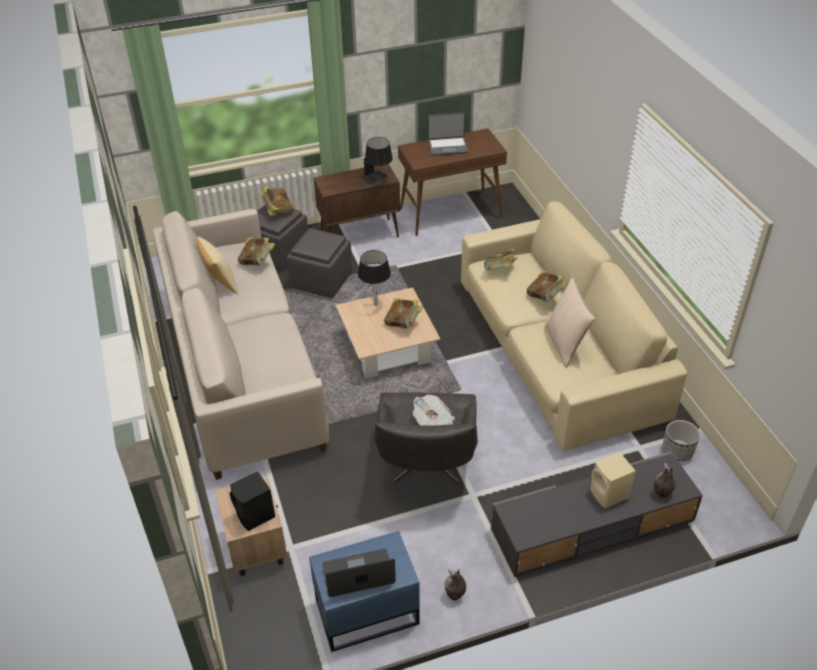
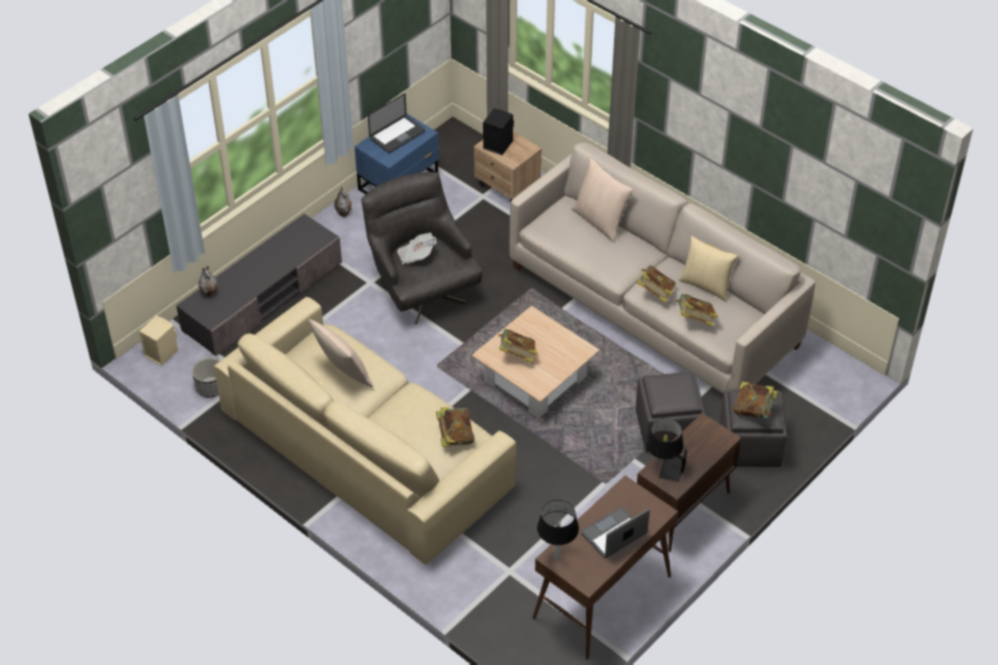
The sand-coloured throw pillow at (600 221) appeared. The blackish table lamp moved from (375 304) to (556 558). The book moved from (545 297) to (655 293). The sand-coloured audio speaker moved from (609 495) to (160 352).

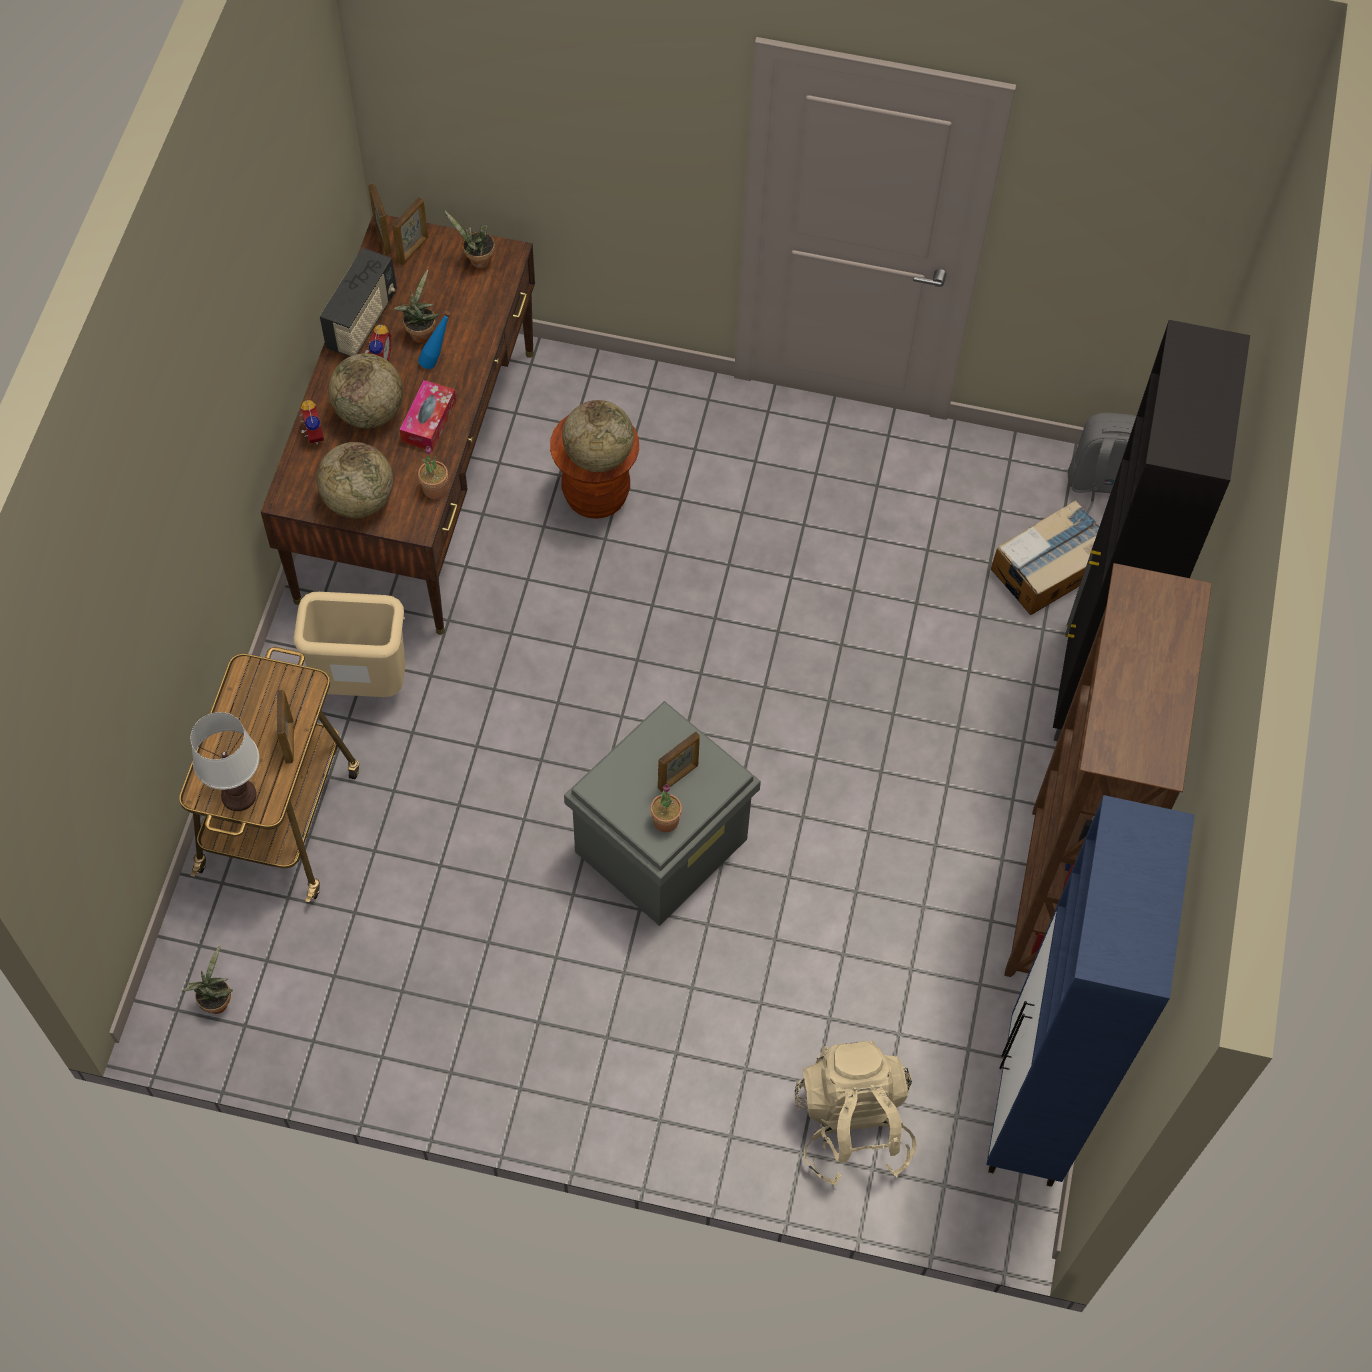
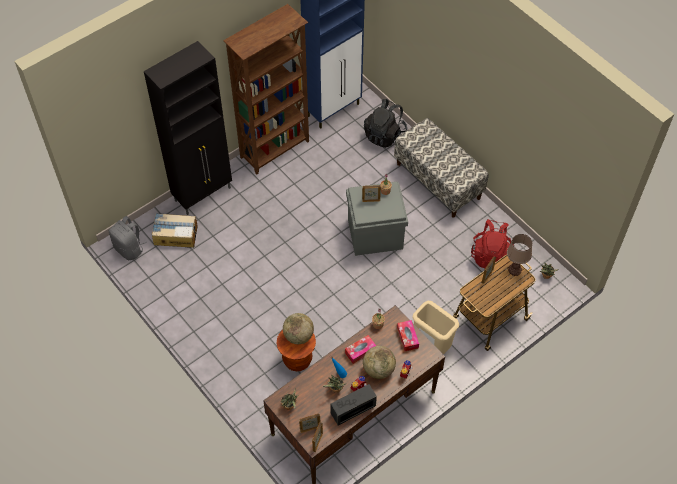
The long seat at (438 181) appeared. The red-coloured backpack at (491 255) appeared. The world globe at (359 500) was replaced by the tissue holder at (407 337). The white table lamp at (238 795) became the brown-coloured table lamp at (514 270). The sand-coloured backpack at (852 1125) became the blackish backpack at (384 134).

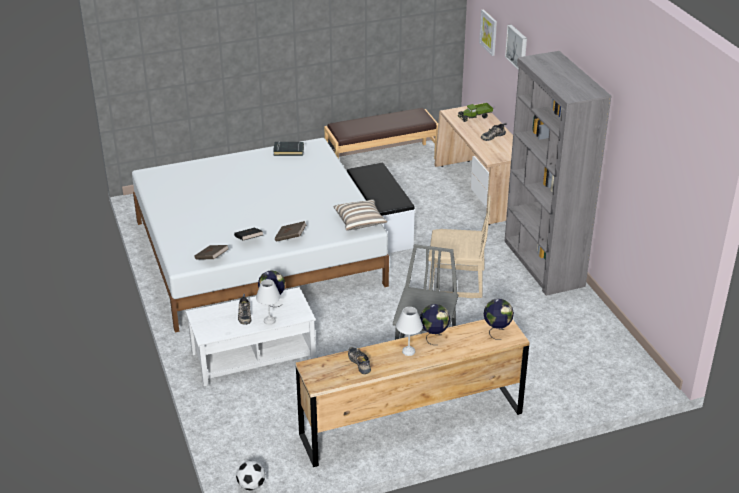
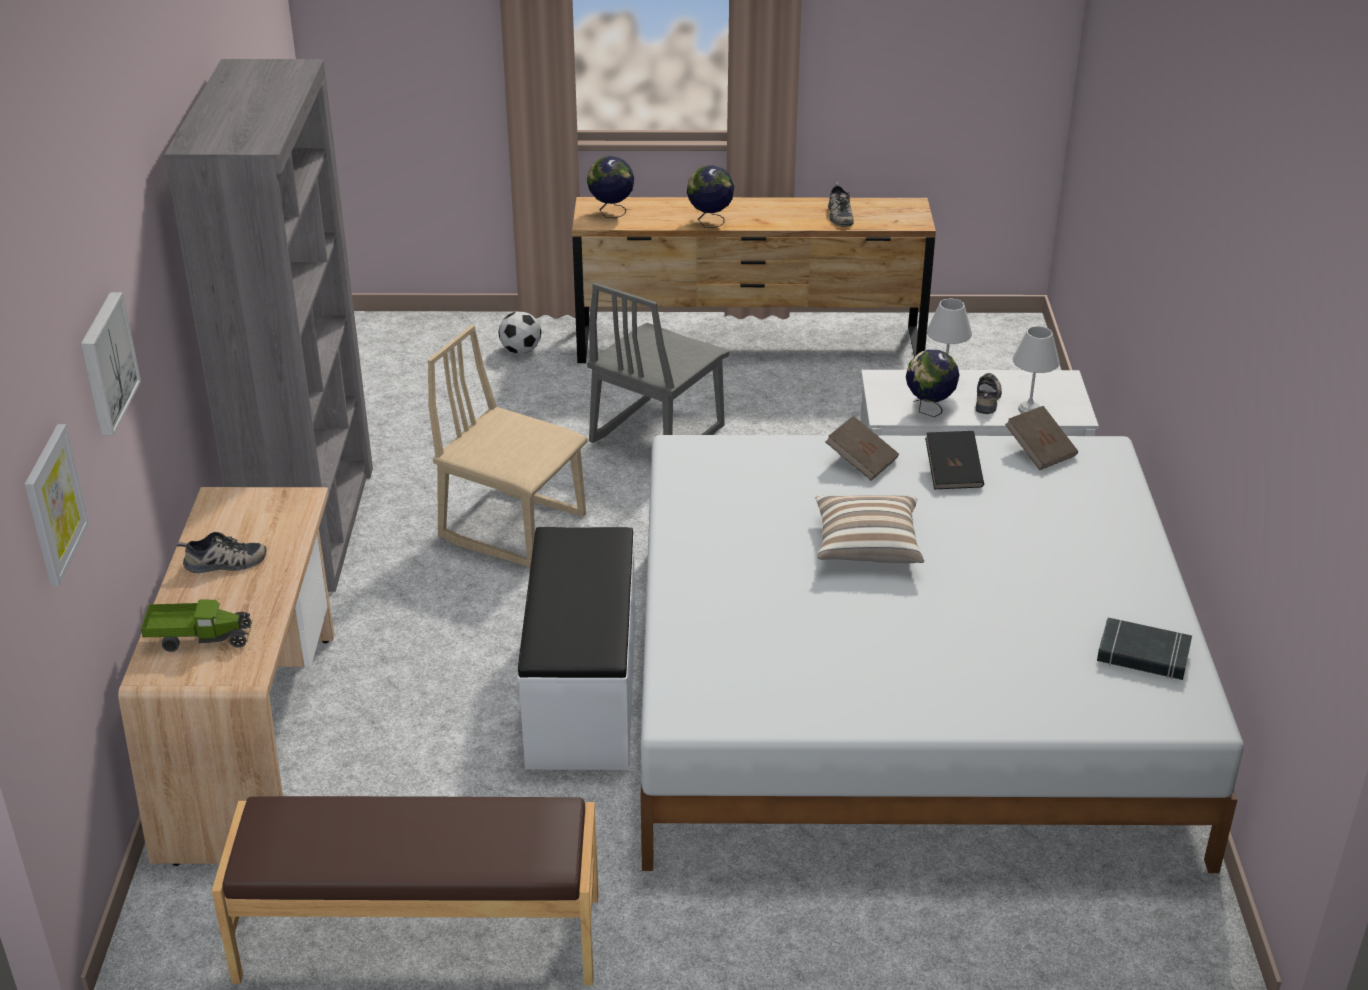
The ball for football moved from (251 485) to (521 350). The blackish book moved from (288 151) to (1143 655). The throw pillow moved from (360 222) to (867 546). The white table lamp moved from (408 352) to (1030 409).

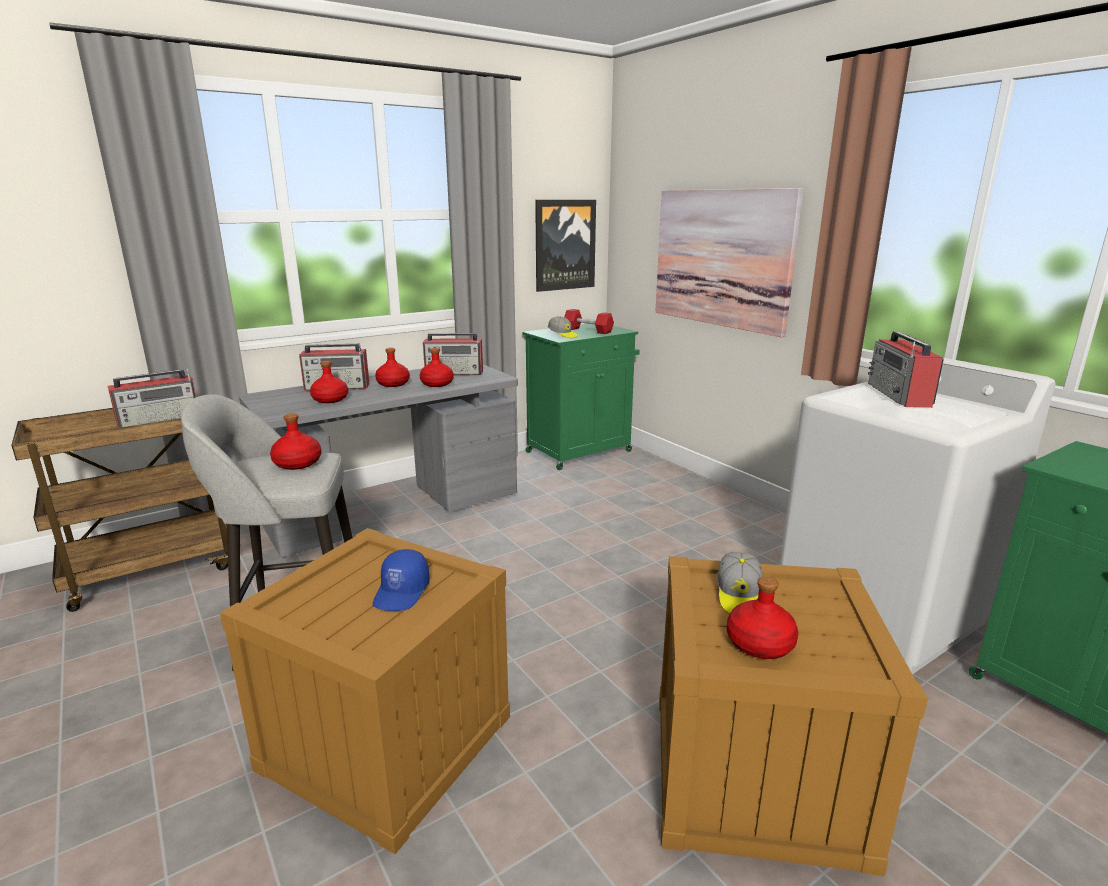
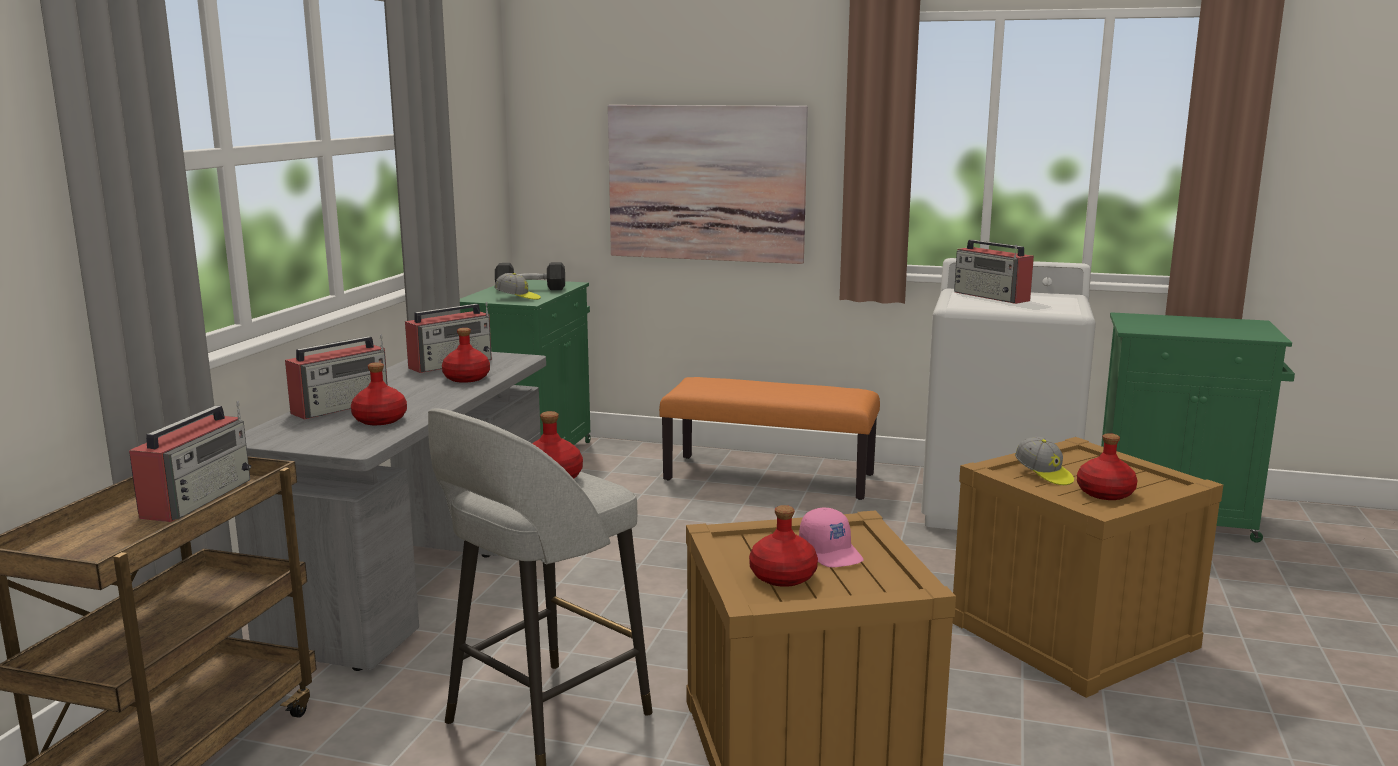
The wall art at (564 245) disappeared. The orange long seat at (770 477) appeared. The red-coloured drink bottle moved from (393 384) to (782 576). The blue-coloured baseball cap at (402 593) became the pink baseball cap at (831 553). The red-coloured hand weight at (588 330) became the greyish hand weight at (530 289).

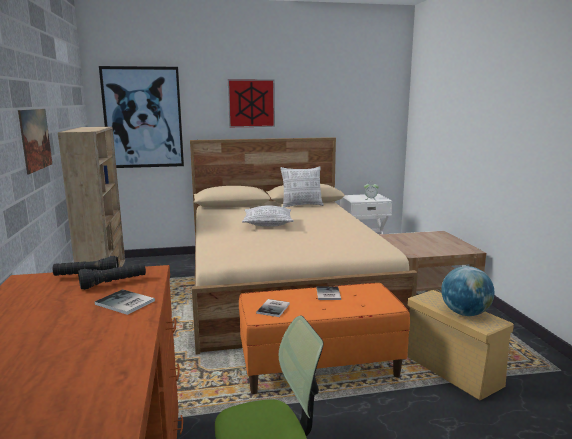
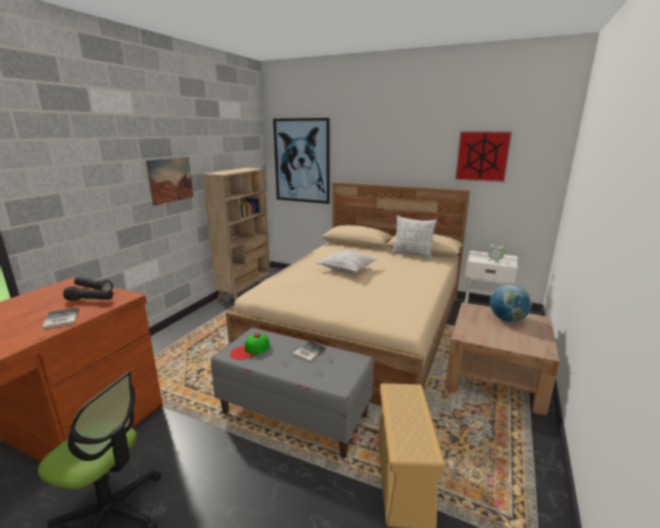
The wall art moved from (251 103) to (482 156). The world globe moved from (465 313) to (507 320). The book at (274 308) was replaced by the baseball cap at (250 350). The orange long seat at (319 367) became the greyish long seat at (294 413).

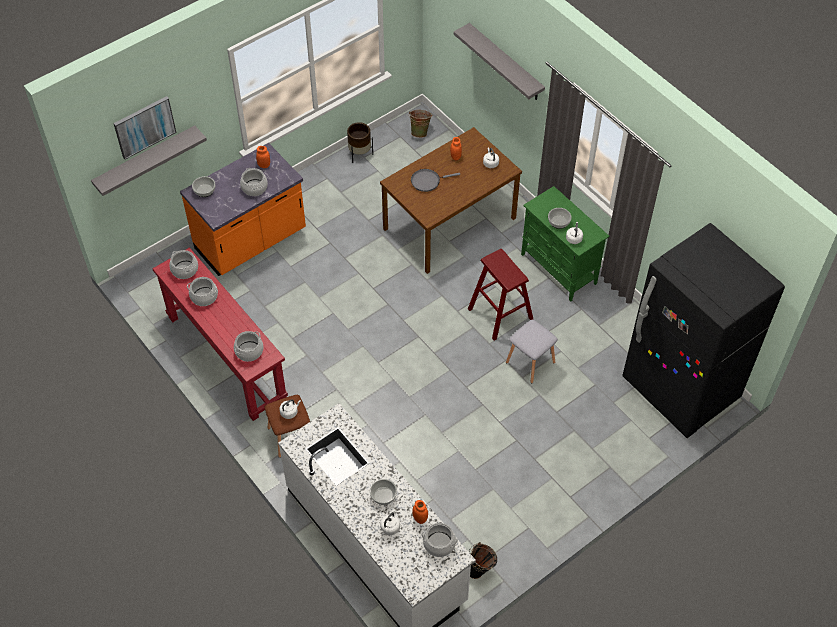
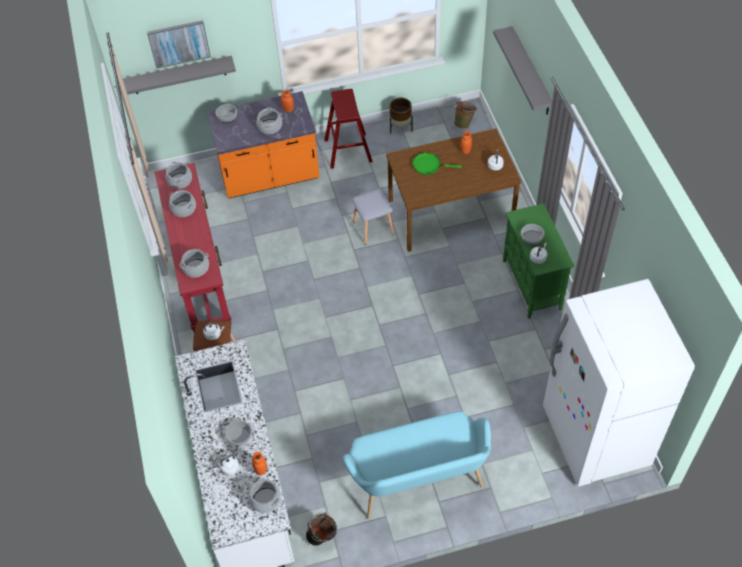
The turquoise long seat at (418 483) appeared. The red-coloured sitting stool moved from (500 314) to (348 150). The greyish sitting stool moved from (529 362) to (372 228). The greyish frying pan at (427 181) became the green-coloured frying pan at (428 165). The blackish refrigerator at (680 389) became the white refrigerator at (595 437).

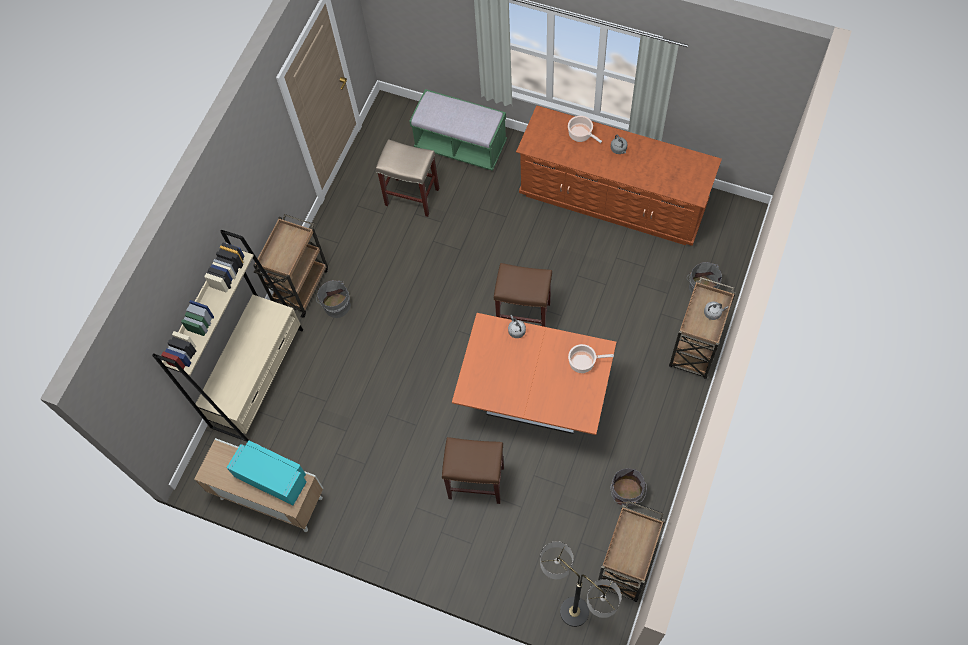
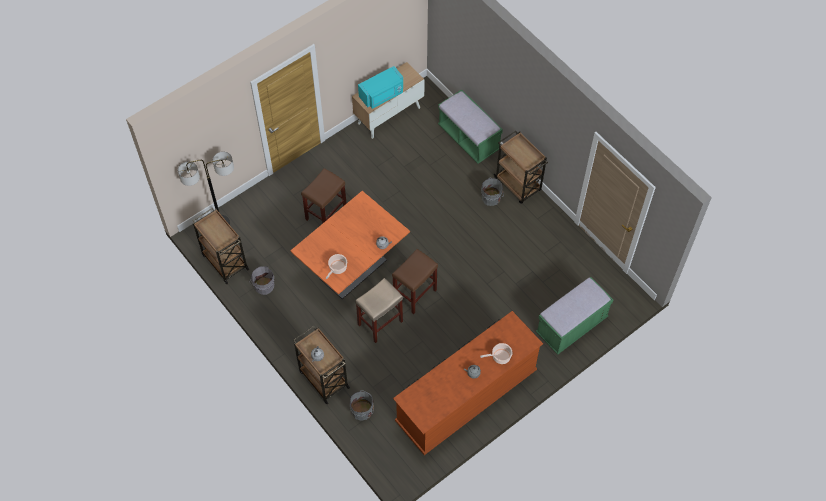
The sand-coloured sitting stool moved from (413 196) to (380 323). The sand-coloured bookshelf at (258 377) was replaced by the green-coloured long seat at (468 138).

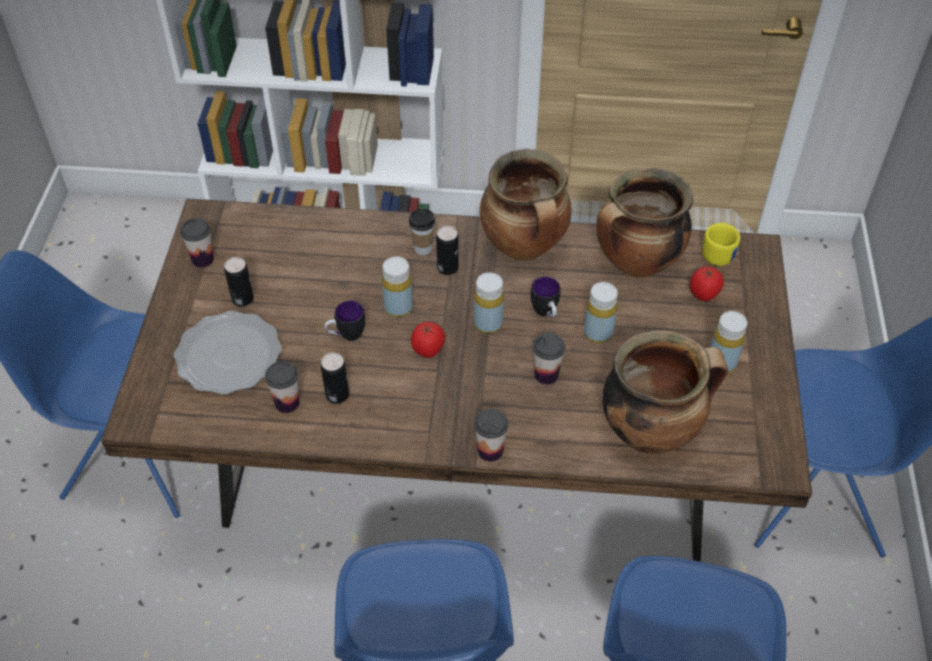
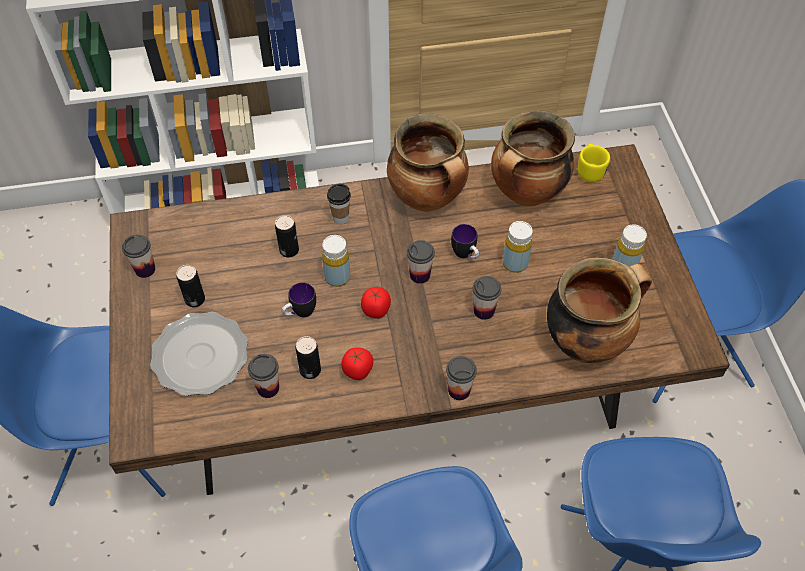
The can moved from (447 268) to (289 250). The fresh tomato moved from (704 294) to (358 371). The yellow-coloured drink bottle at (488 323) was replaced by the small cup at (420 275).

